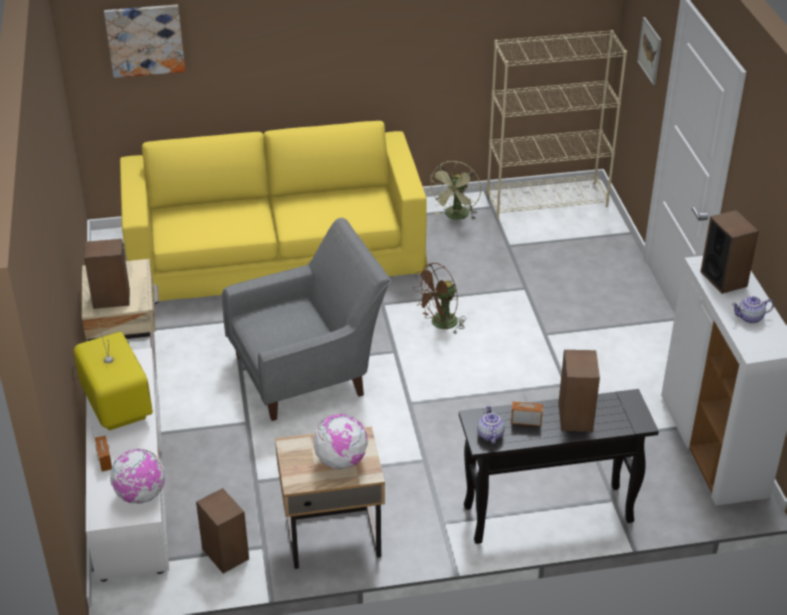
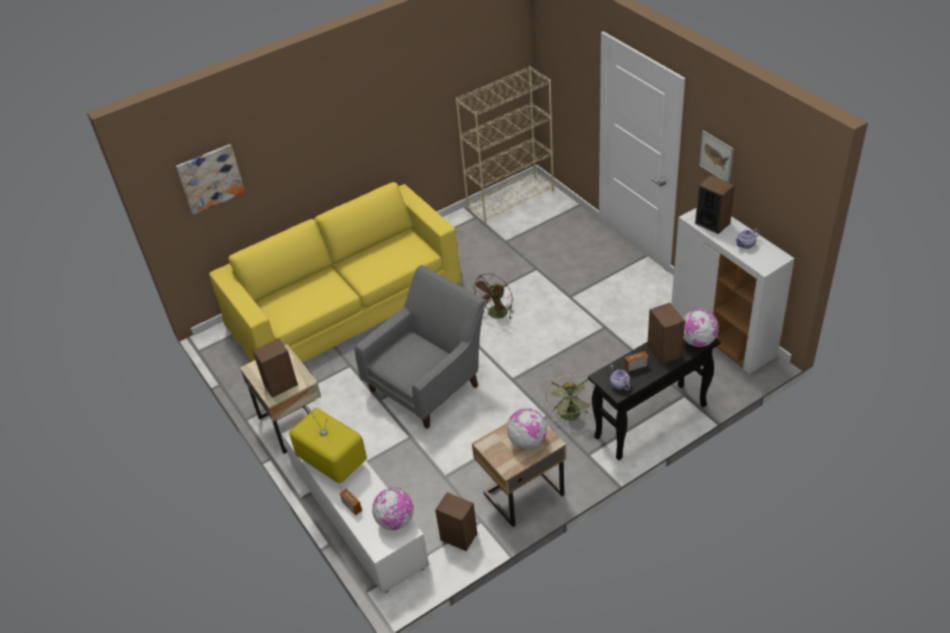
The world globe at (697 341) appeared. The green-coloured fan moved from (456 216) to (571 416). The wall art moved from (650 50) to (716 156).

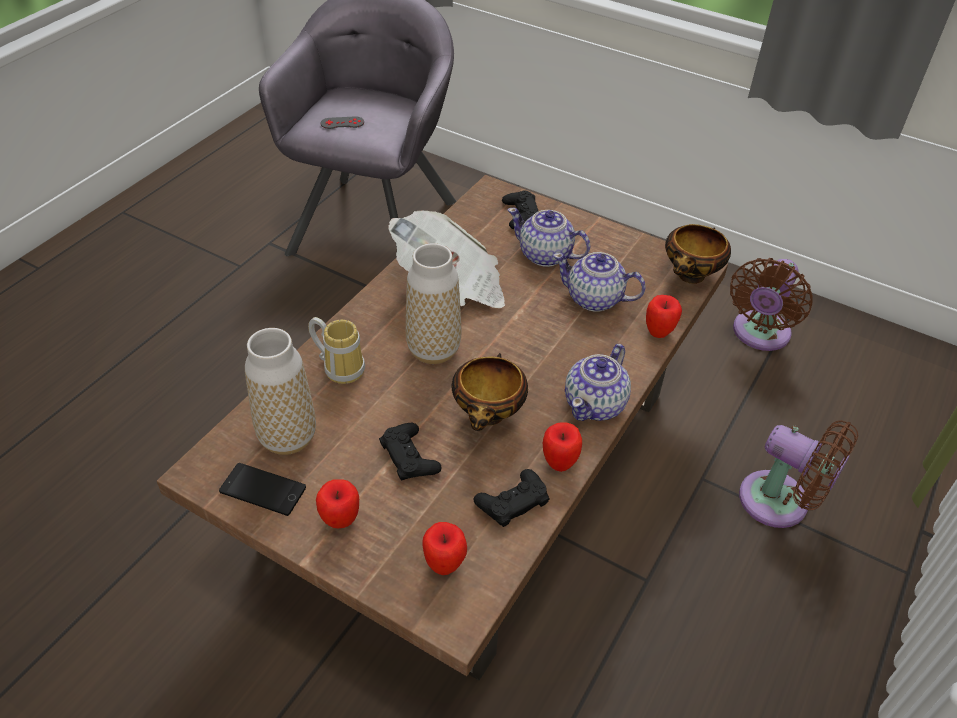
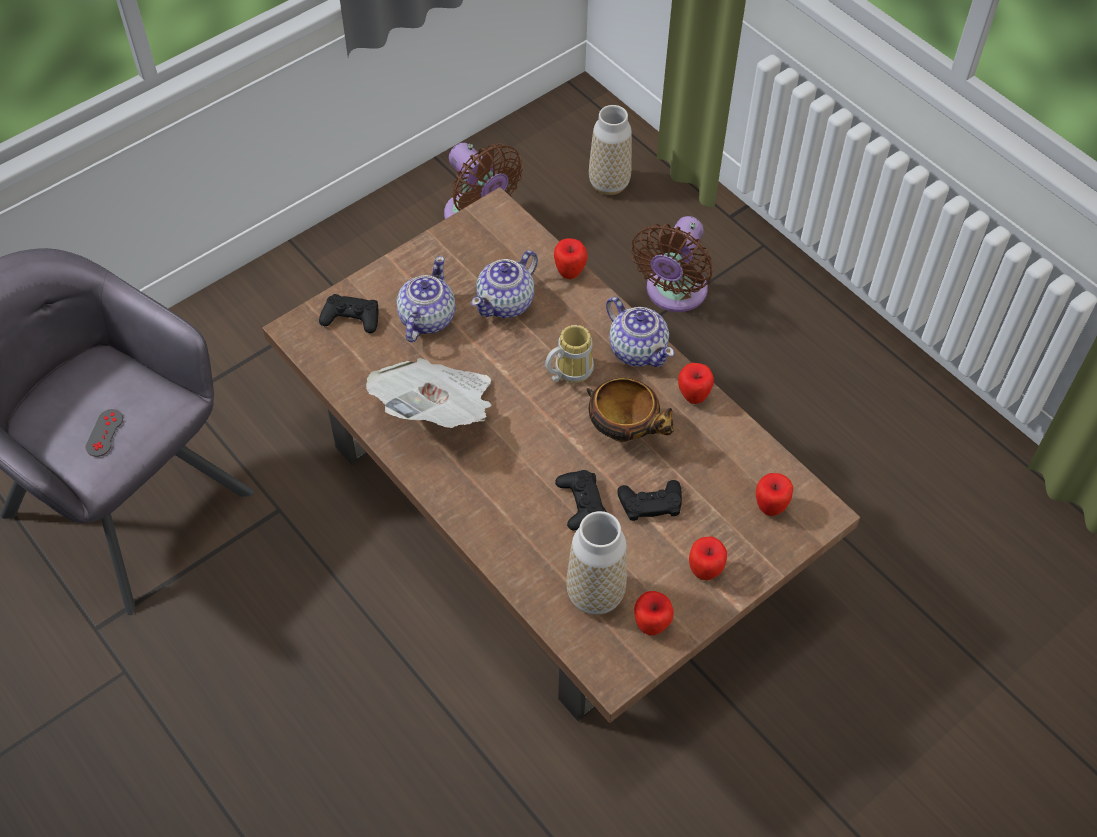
The deep dish at (690 277) disappeared. The mug moved from (341 367) to (568 370). The decorative vase moved from (433 350) to (609 184). The blackish joypad moved from (512 502) to (581 503). The phone at (263 490) was replaced by the apple fruit at (651 625). The tea pot at (545 255) turned 150 degrees clockwise. The brown-coloured fan at (781 504) turned 150 degrees clockwise.

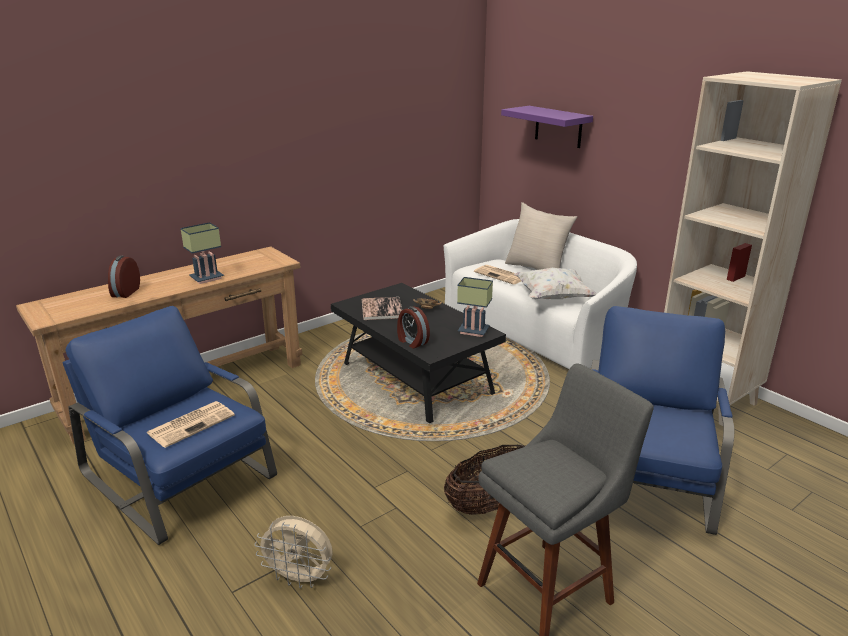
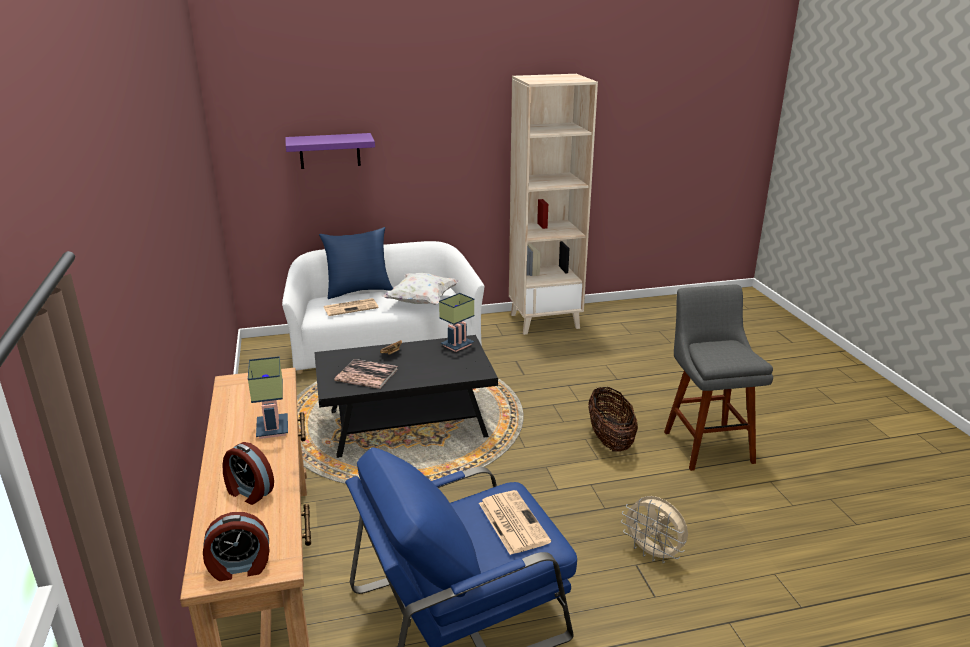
The blue-coloured armchair at (643 473) disappeared. The table clock moved from (412 342) to (240 568). The sand-coloured throw pillow at (537 269) became the blue-coloured throw pillow at (358 291). The sand-coloured fan at (300 578) turned 90 degrees clockwise.

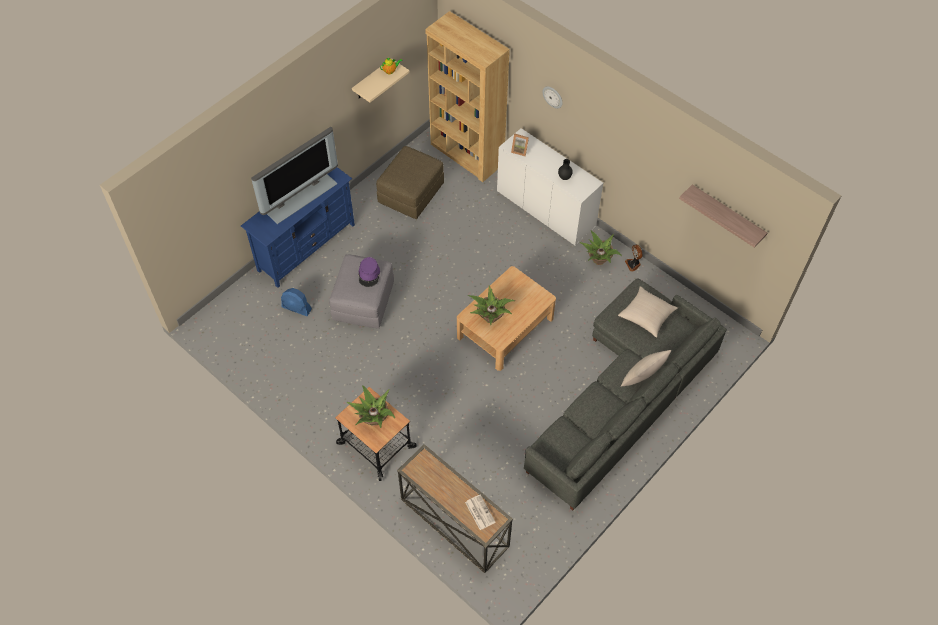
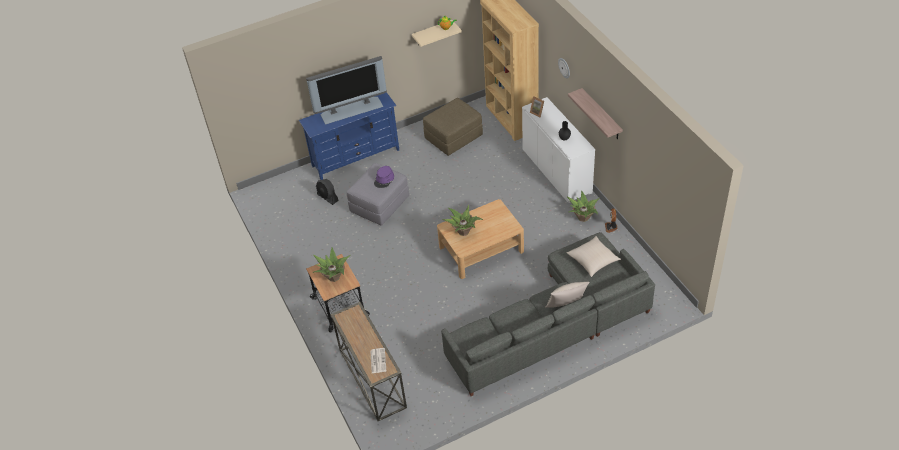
The bracket shelf moved from (727 215) to (601 115). The blue-coloured fan at (296 308) became the blackish fan at (327 197).

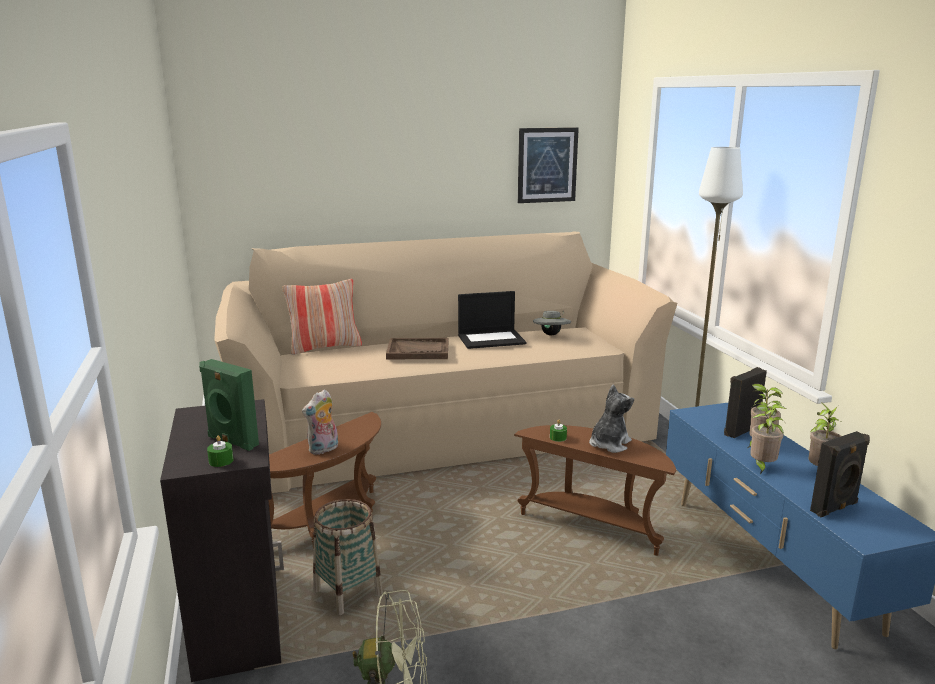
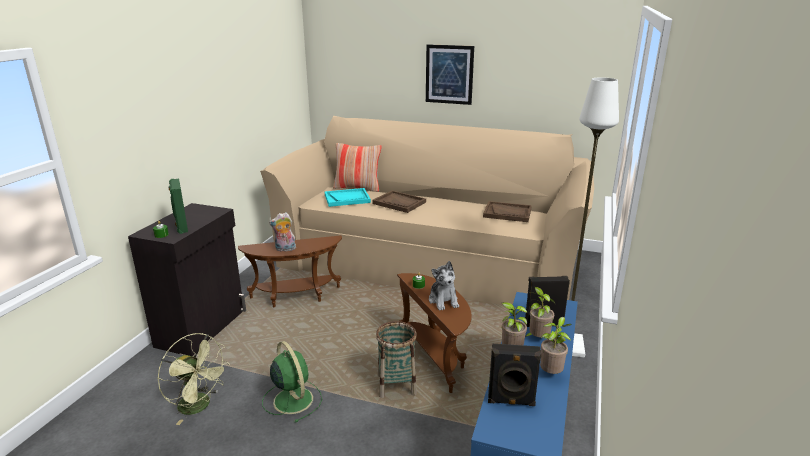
The laptop at (492 339) disappeared. The green-coloured fan at (292 399) appeared. The turquoise serving tray at (347 198) appeared. The basket moved from (347 592) to (396 385). The wall art moved from (547 165) to (449 74). The greyish hat at (551 334) was replaced by the brown-coloured serving tray at (507 213). The cuddly toy at (609 444) turned 90 degrees clockwise.

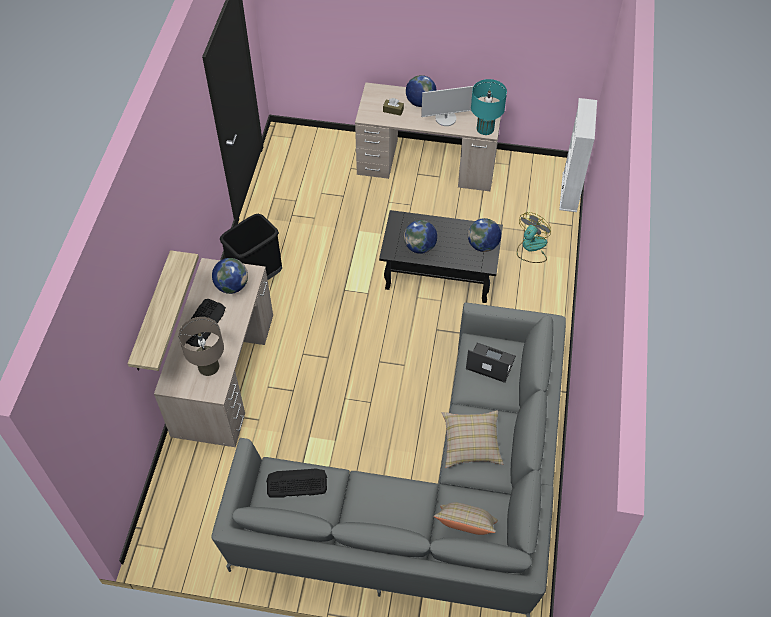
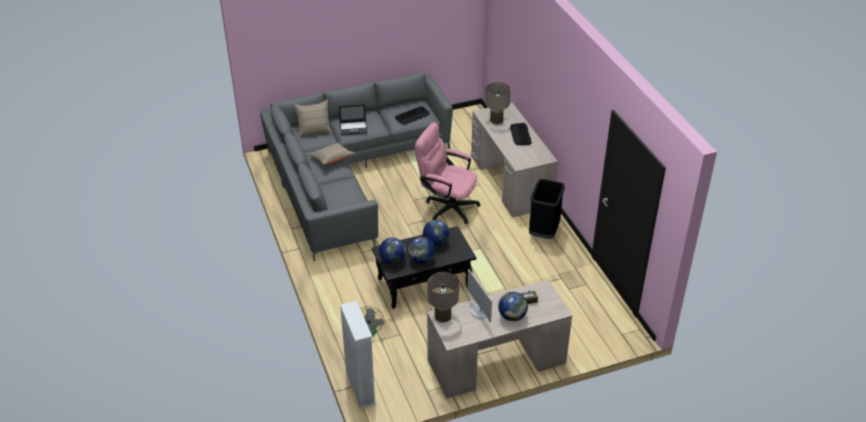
The bracket shelf at (152 313) disappeared. The pink office chair at (447 206) appeared. The world globe moved from (232 286) to (421 260). The laptop moved from (490 362) to (354 128). The turquoise table lamp at (485 128) became the sand-coloured table lamp at (443 316). The monitor at (446 118) turned 75 degrees counterclockwise.

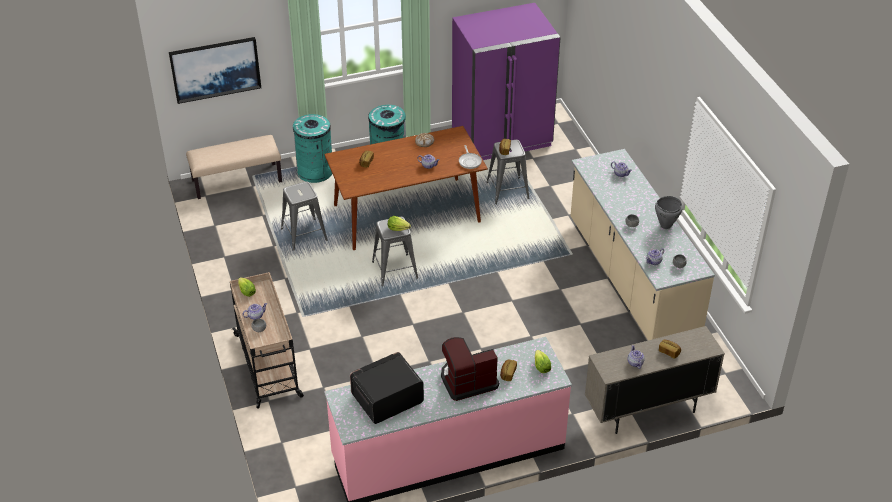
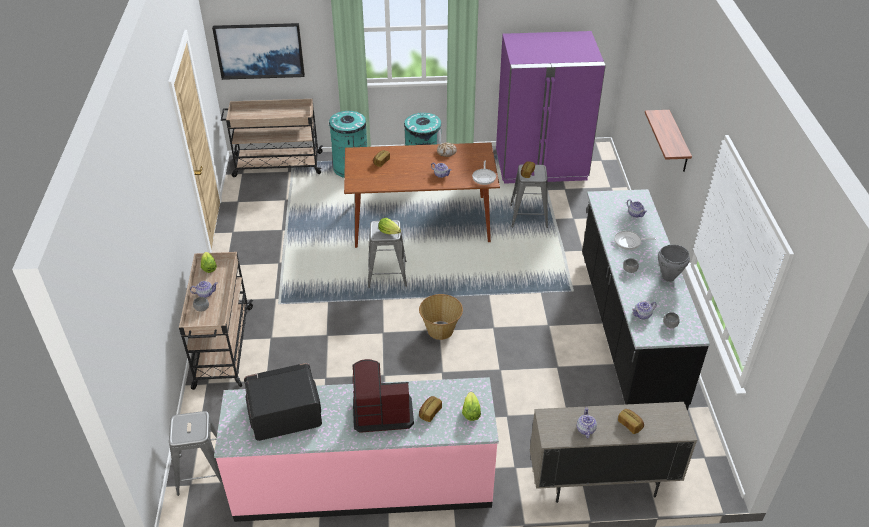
The basket at (440 330) appeared. The frying pan at (629 242) appeared. The bracket shelf at (678 142) appeared. The greyish sitting stool moved from (304 234) to (202 472). The sand-coloured long seat at (237 181) was replaced by the sand-coloured trolley at (276 164). The sand-coloured kitchen counter at (631 279) became the blackish kitchen counter at (627 328).

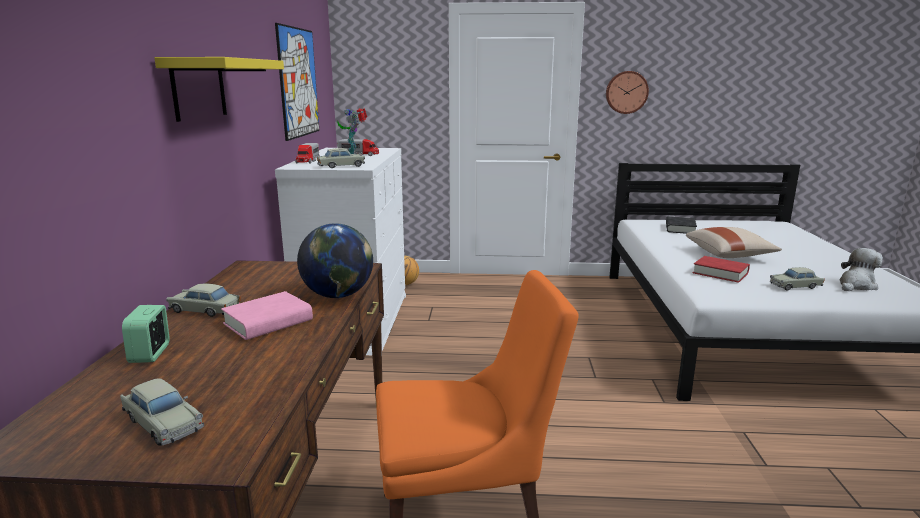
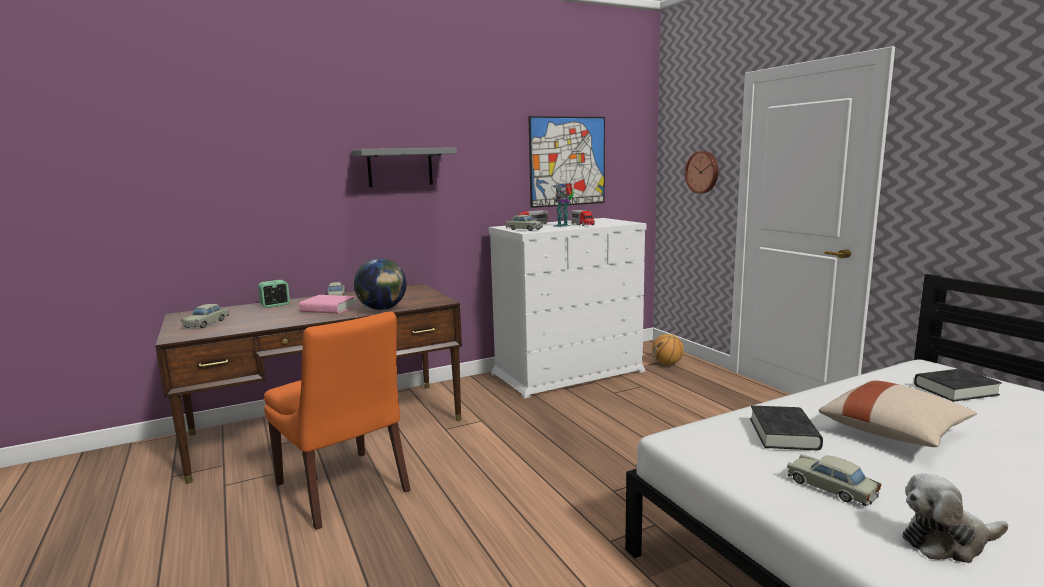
The hanging clock moved from (626 92) to (703 172). The yellow-coloured bracket shelf at (199 88) became the greyish bracket shelf at (400 167). The red-coloured book at (720 273) became the blackish book at (783 434). The cuddly toy at (856 285) turned 150 degrees clockwise.

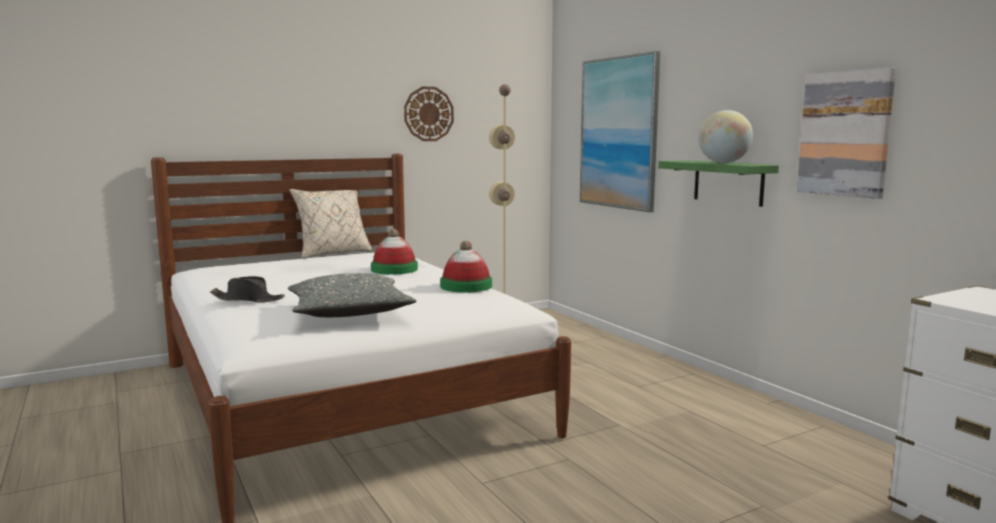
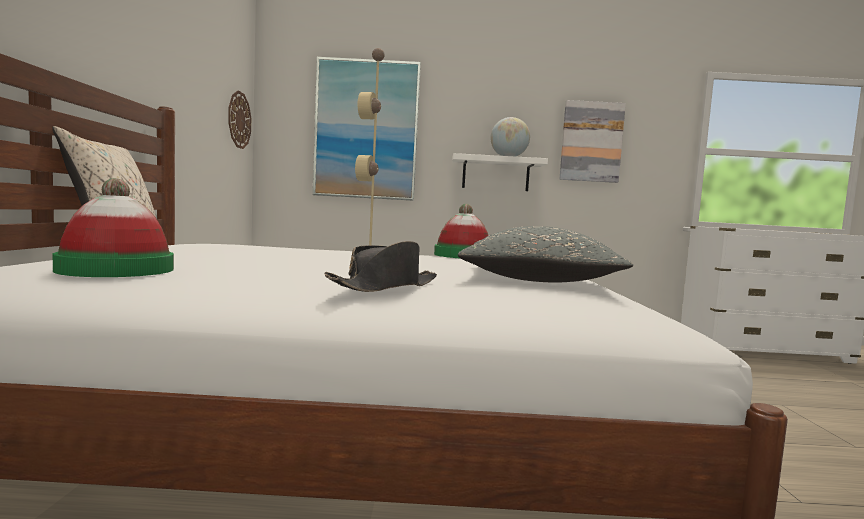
The hat moved from (394 269) to (116 269). The hanging clock moved from (428 114) to (239 120). The green-coloured bracket shelf at (728 182) became the white bracket shelf at (495 174).

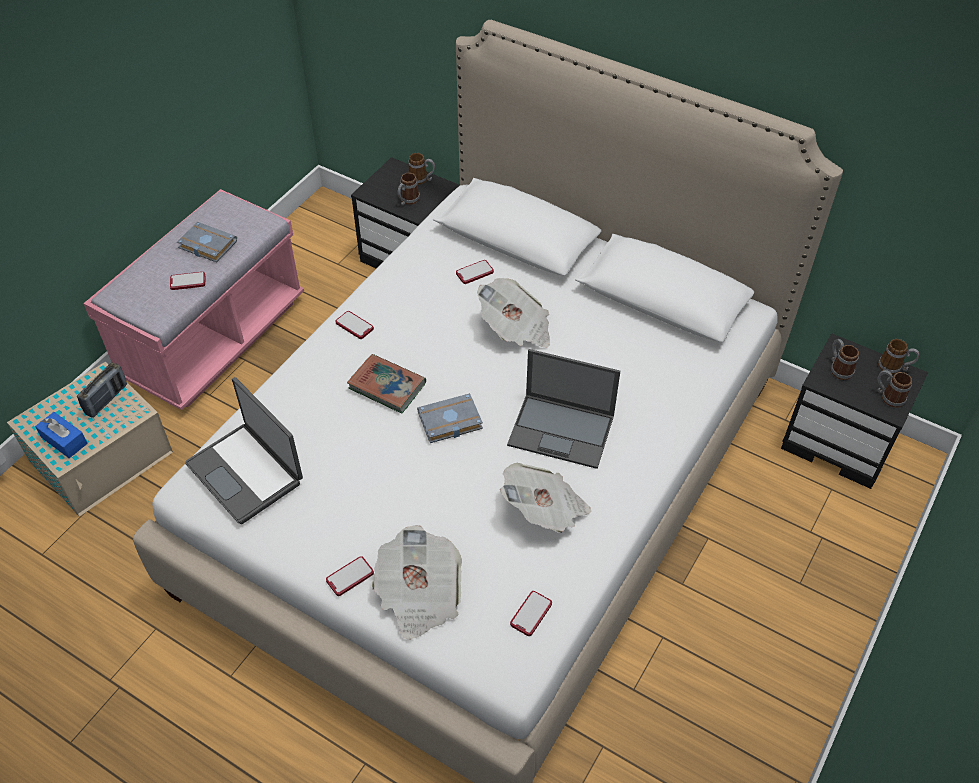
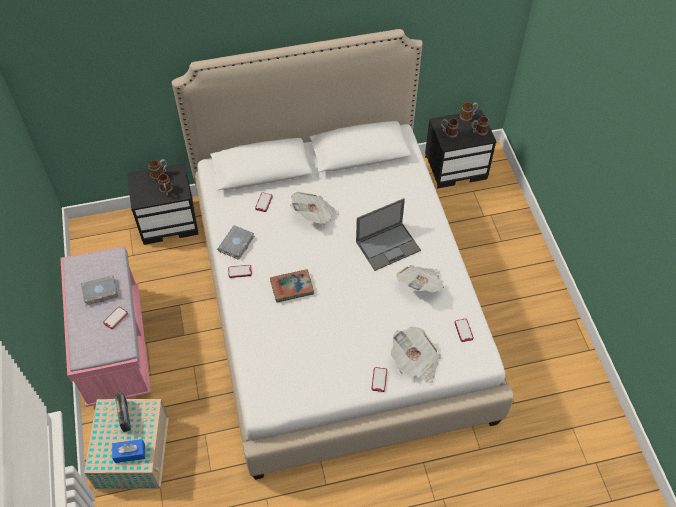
The laptop at (247 472) disappeared. The greyish book moved from (449 423) to (237 245).

